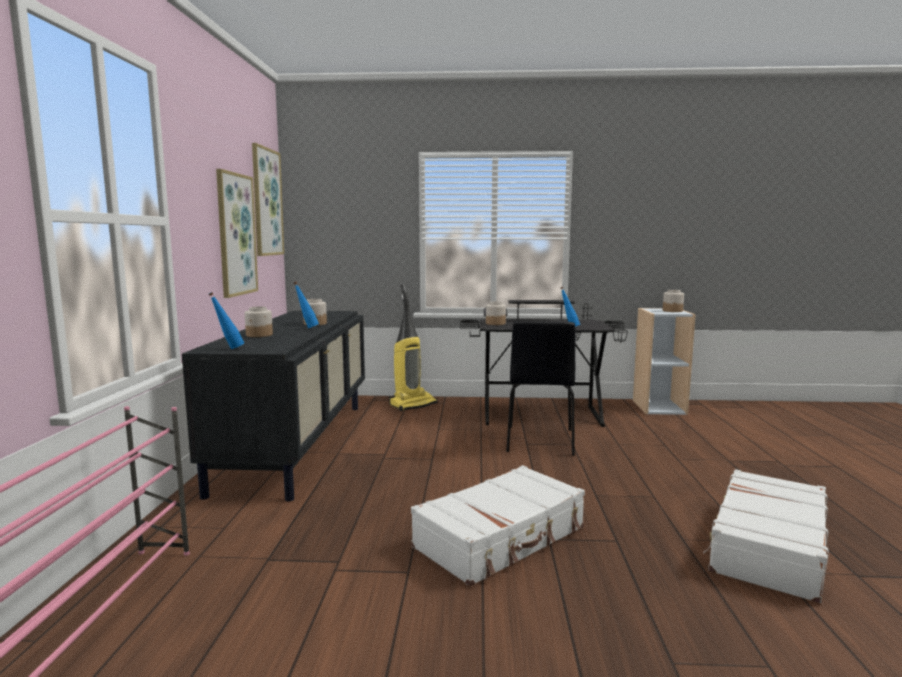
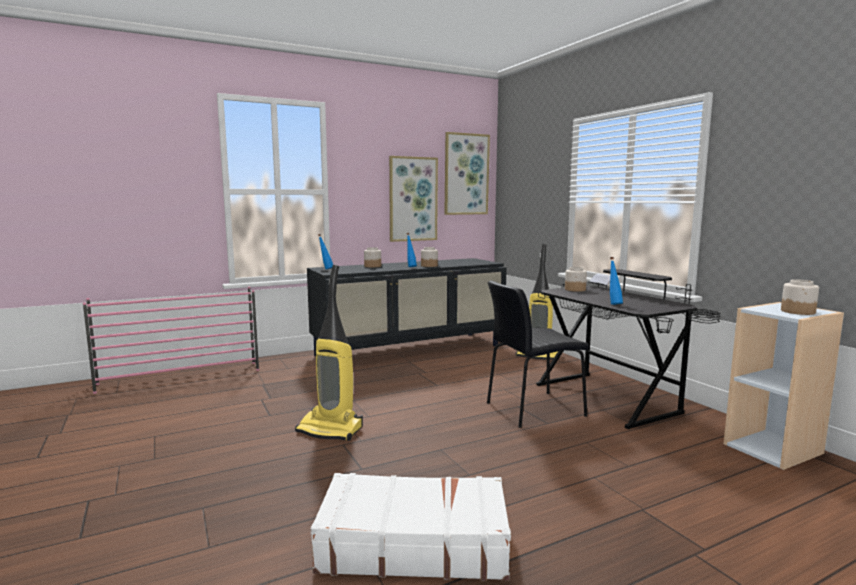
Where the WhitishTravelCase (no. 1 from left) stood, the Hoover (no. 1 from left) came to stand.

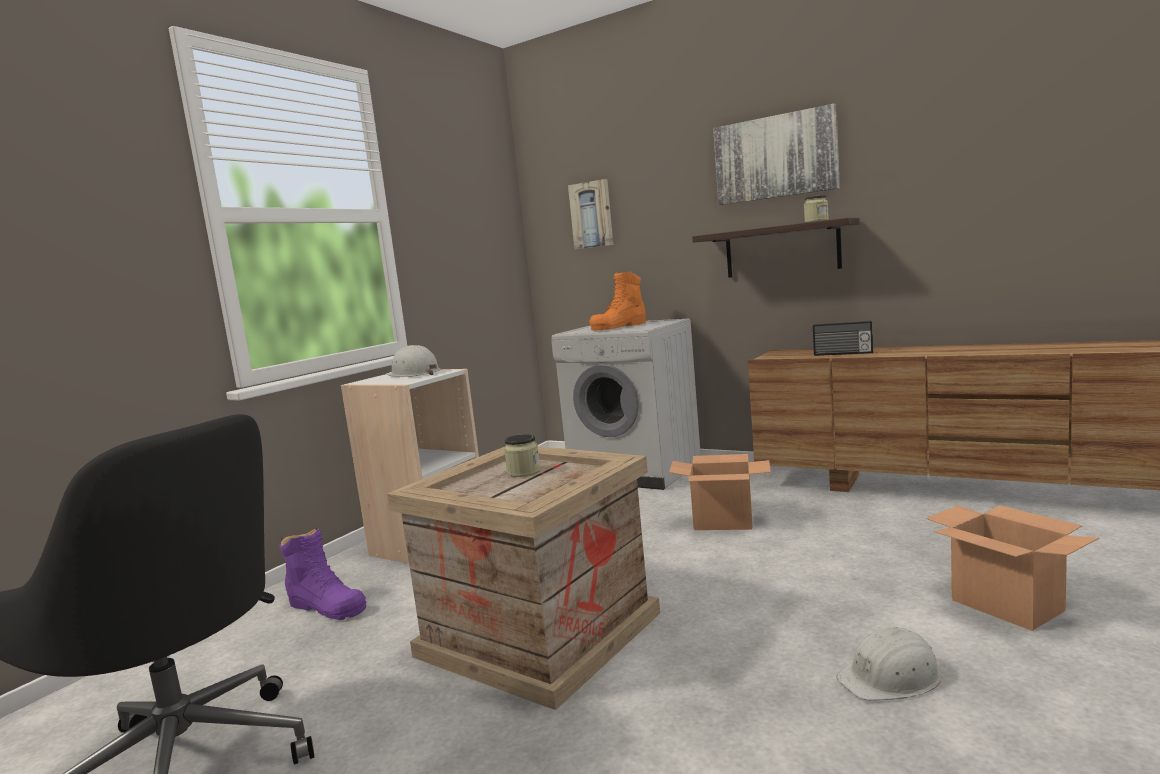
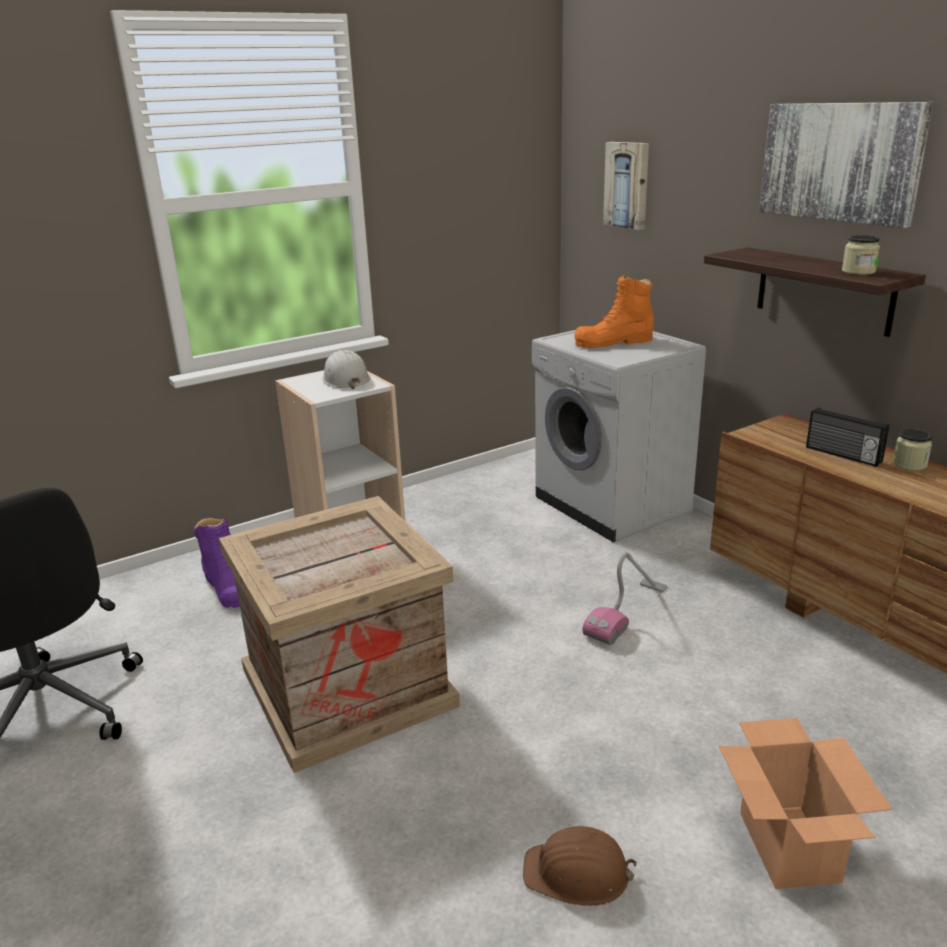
The StorageJar (no. 1 from left in the first image) ended up elsewhere. Where the PackingBox (no. 1 from left) stood, the Hoover came to stand. What was the WhitishWorkHelmet (no. 2 from left) turned into the BrownishWorkHelmet.

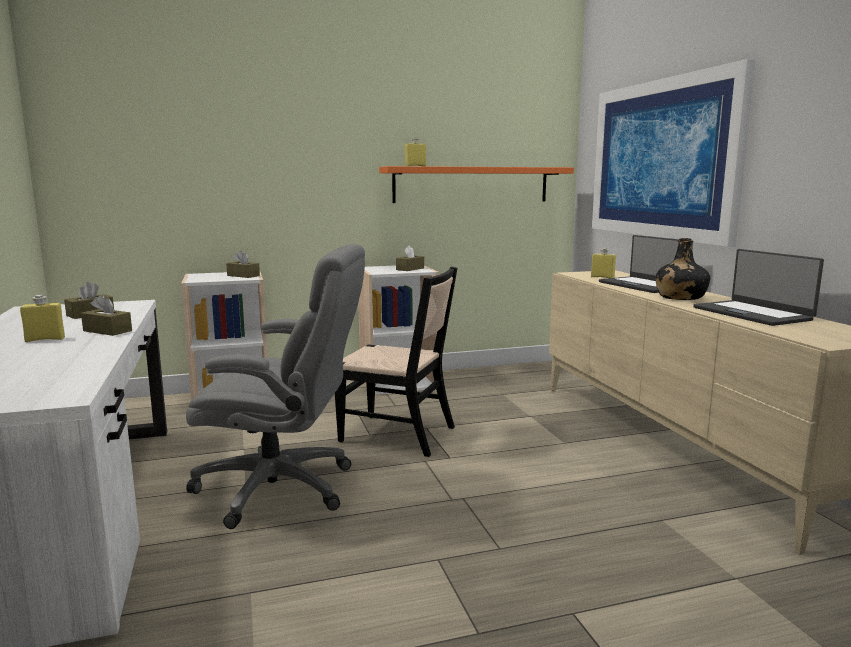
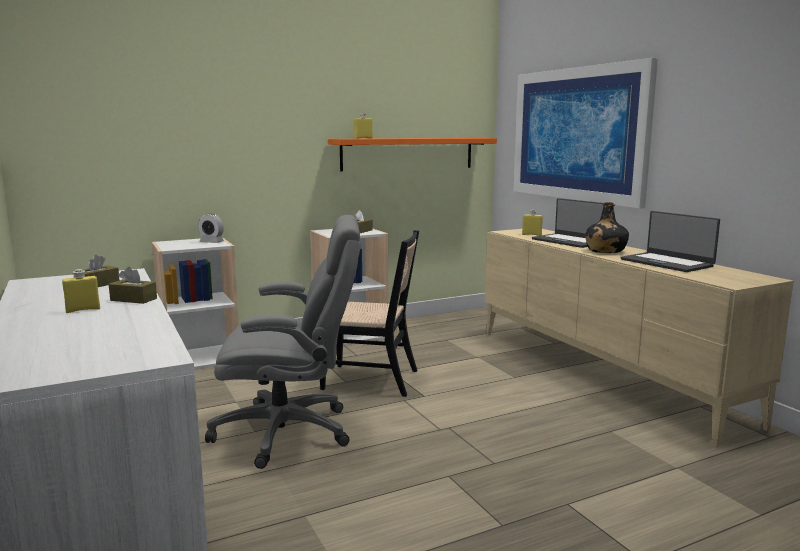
Where the BrownishTissueBox (no. 3 from left) stood, the BedsideClock came to stand.

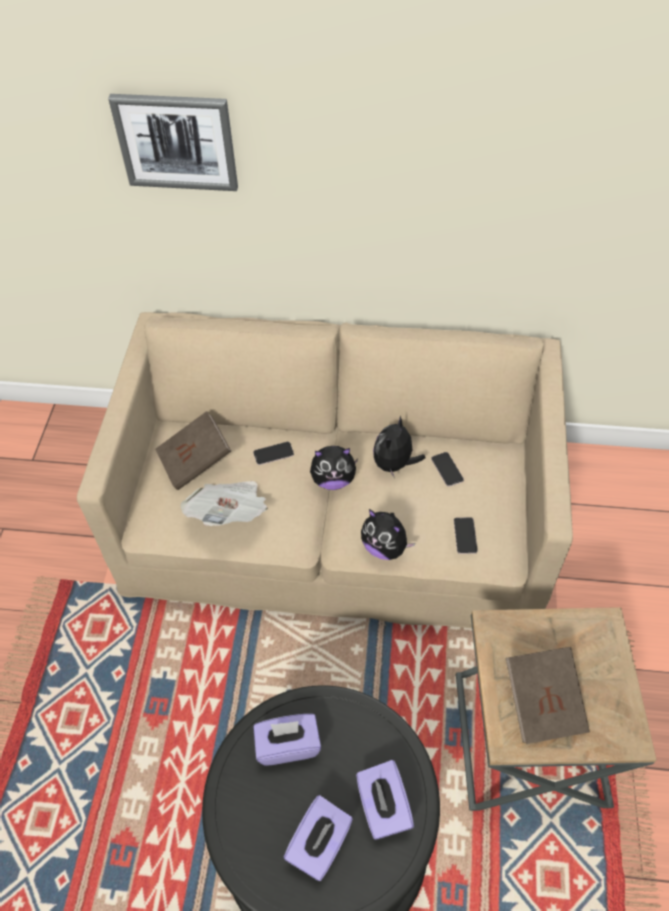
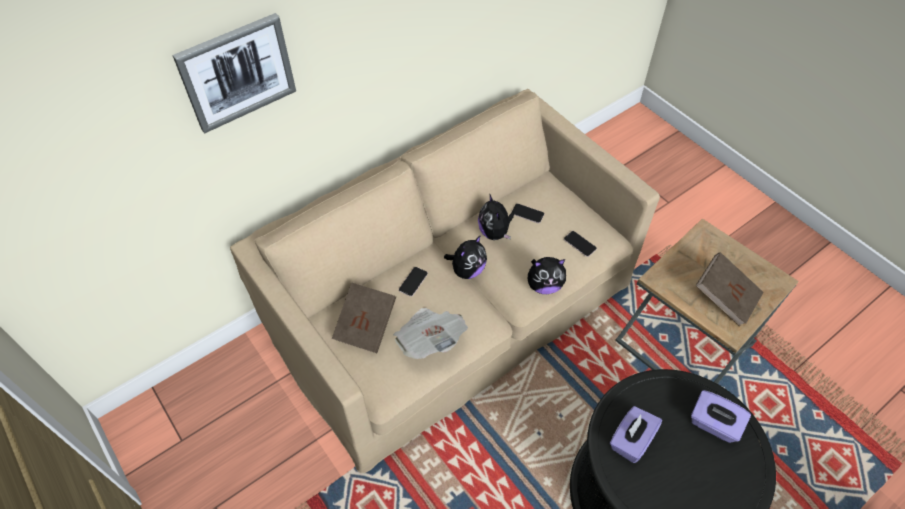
The second view lost the PurpleColouredTissueBox (no. 2 from left).

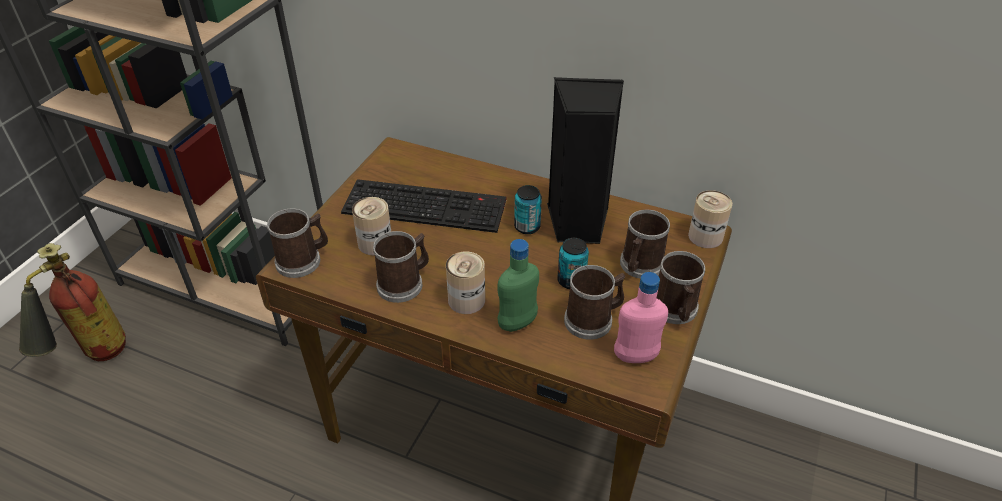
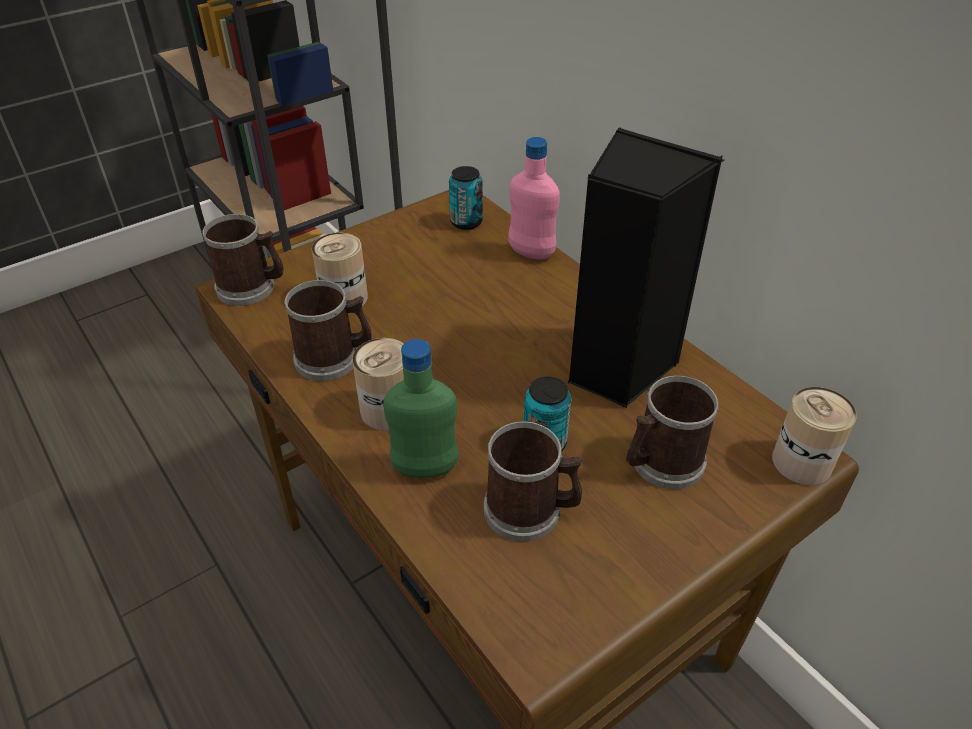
The second view lost the Keyboard. The Can (no. 3 from left) ended up elsewhere. The second view lost the Extinguisher. The second view lost the Mug (no. 5 from left). The PinkishDrinkBottle ended up elsewhere.

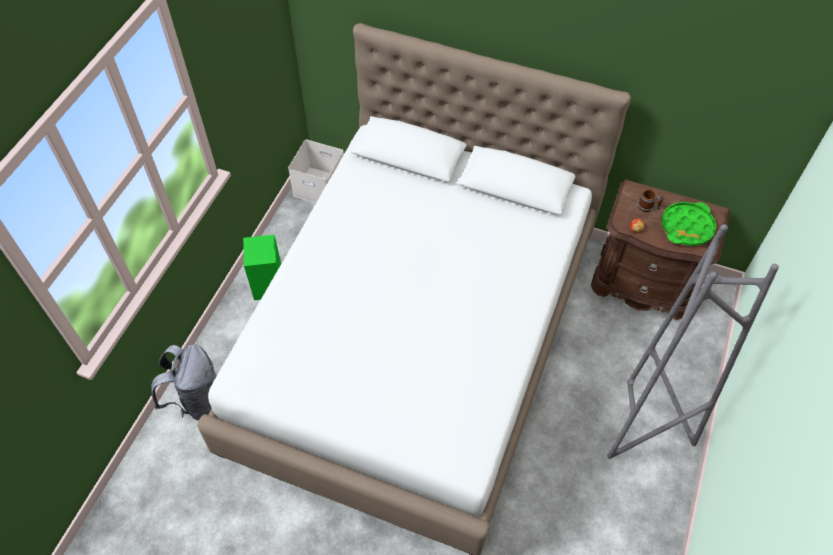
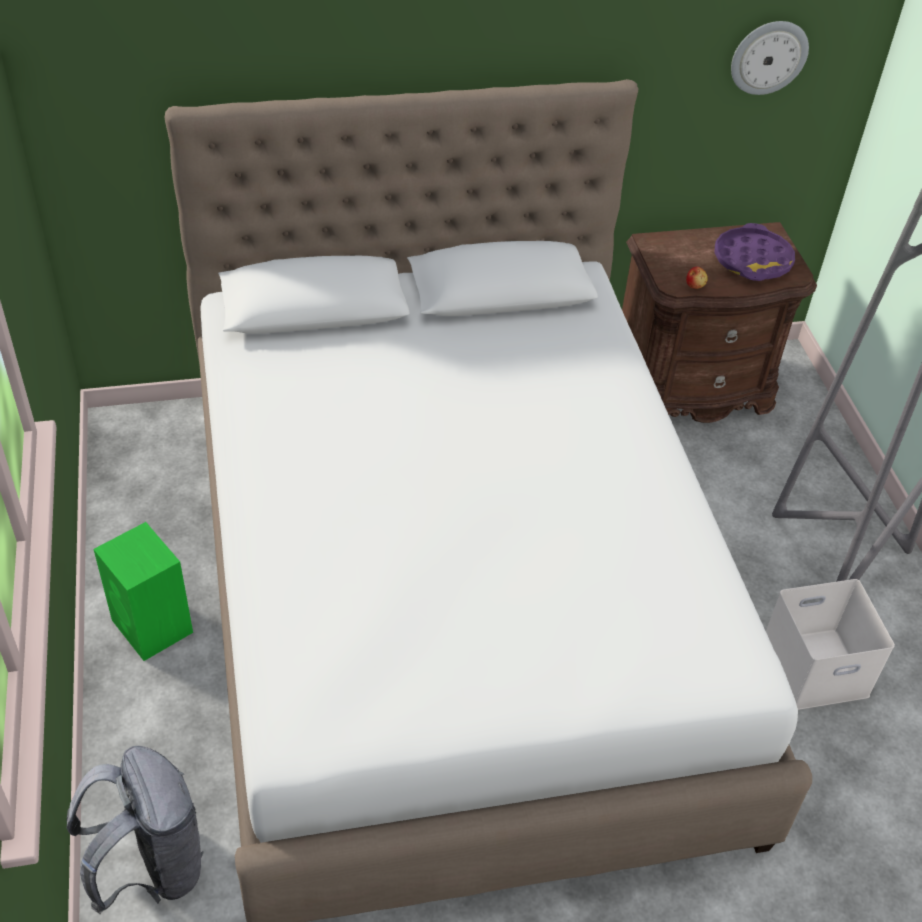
The WhitishStorageContainer ended up elsewhere. The second view lost the Mug. What was the GreenServingTray turned into the PurpleColouredServingTray. The second view gained the WallClock.

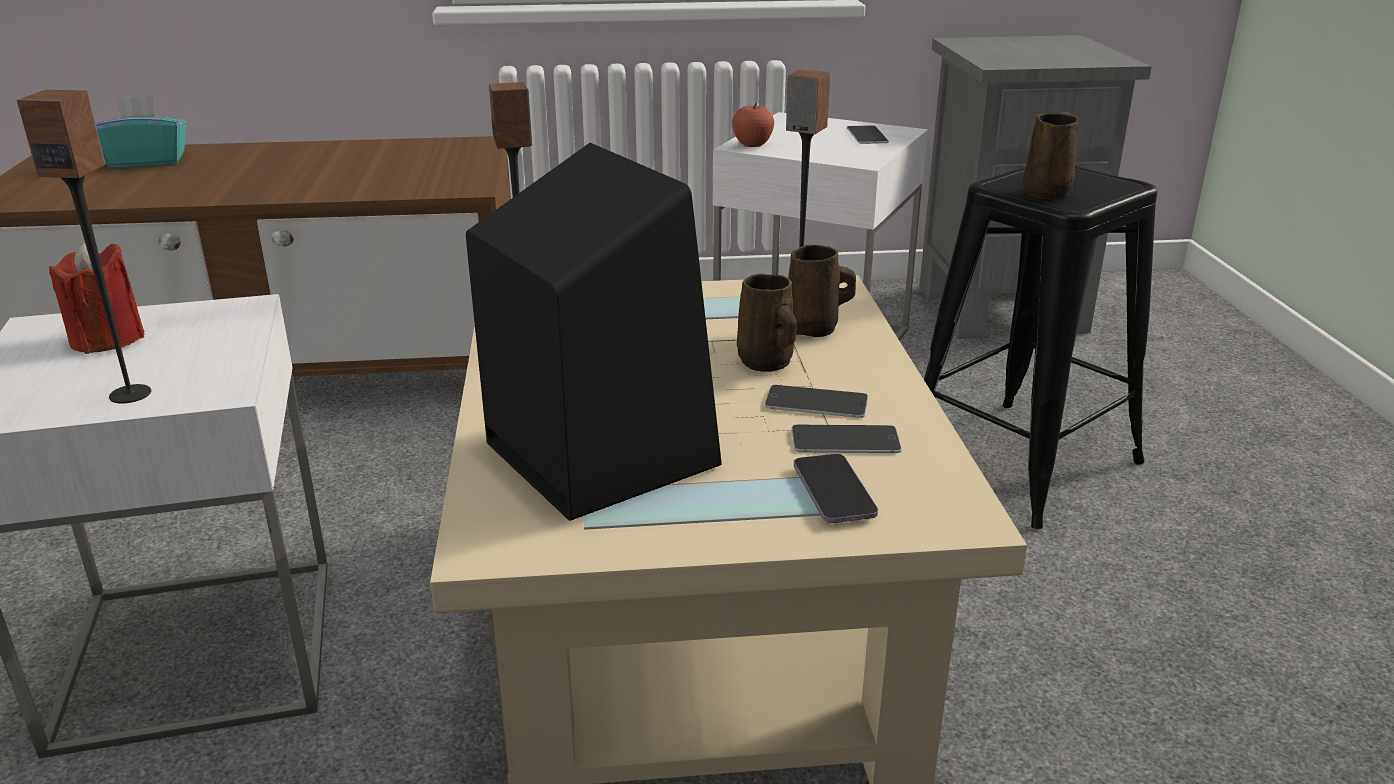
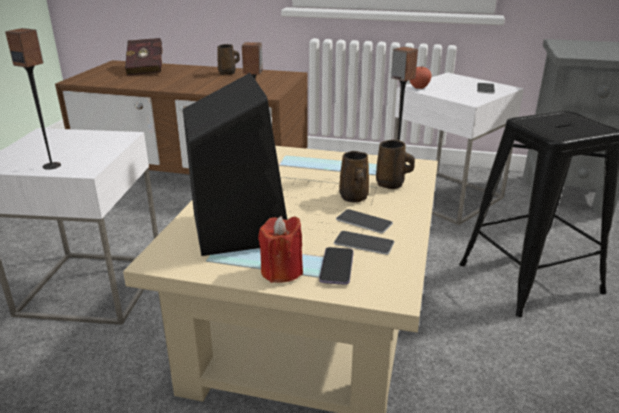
Where the TurquoiseColouredTissueBox stood, the ReddishBook came to stand. The BrownishMug (no. 3 from left in the first image) ended up elsewhere. The ReddishWaxLight ended up elsewhere.

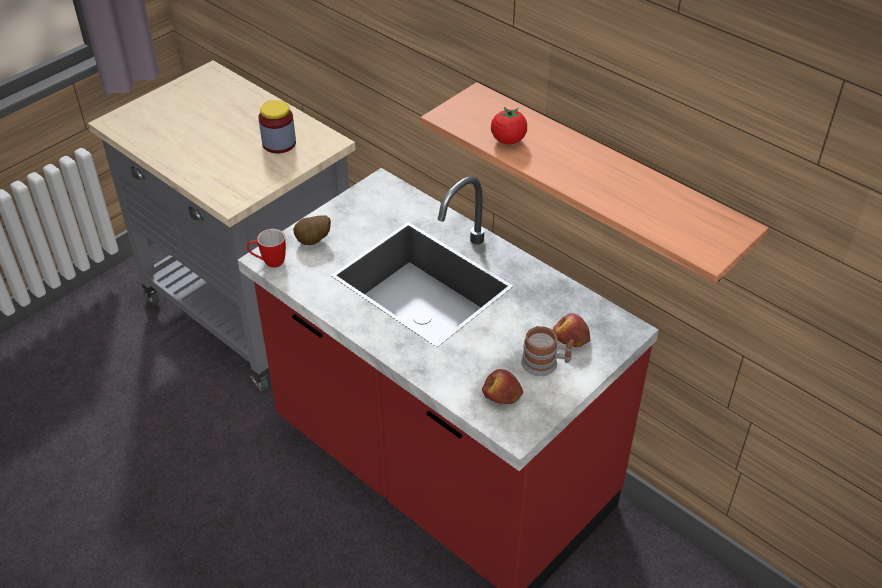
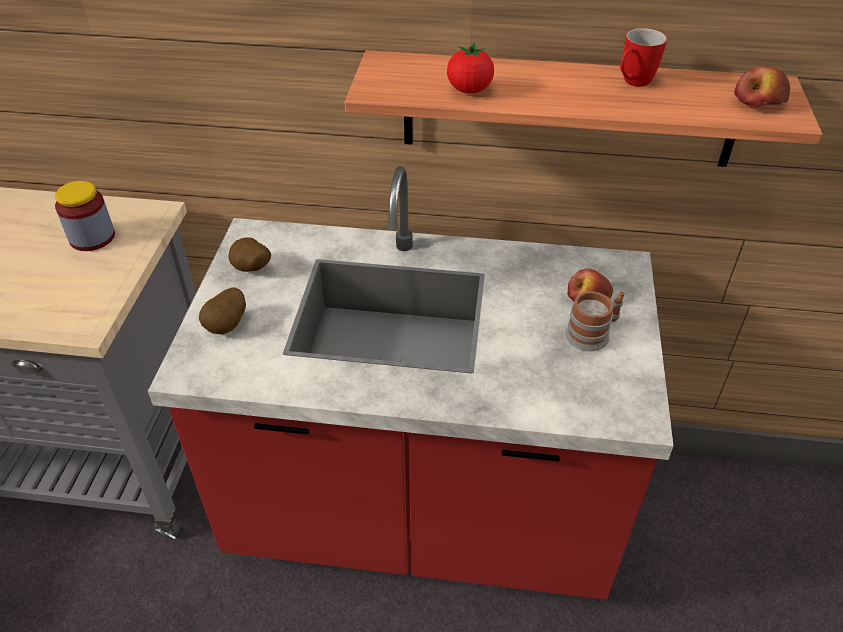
The Mug (no. 1 from left in the first image) ended up elsewhere. The Apple (no. 1 from left in the first image) ended up elsewhere. The second view gained the Potato (no. 2 from left).

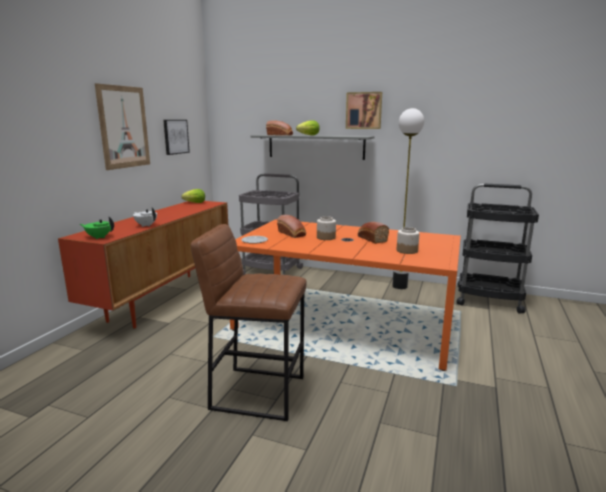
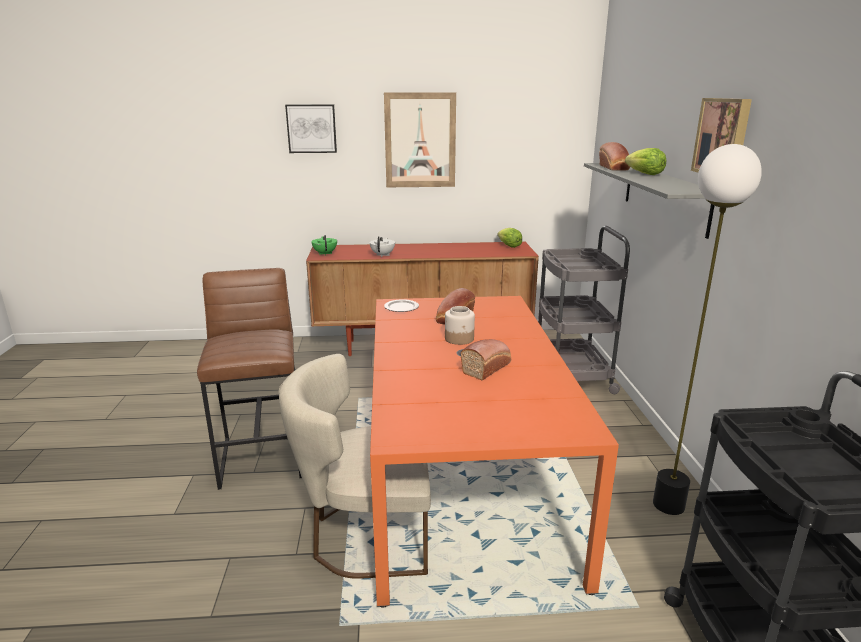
The WallArt (no. 2 from left in the first image) ended up elsewhere. The second view lost the StorageJar (no. 2 from left). The second view gained the BeigeColouredUprightChair.

